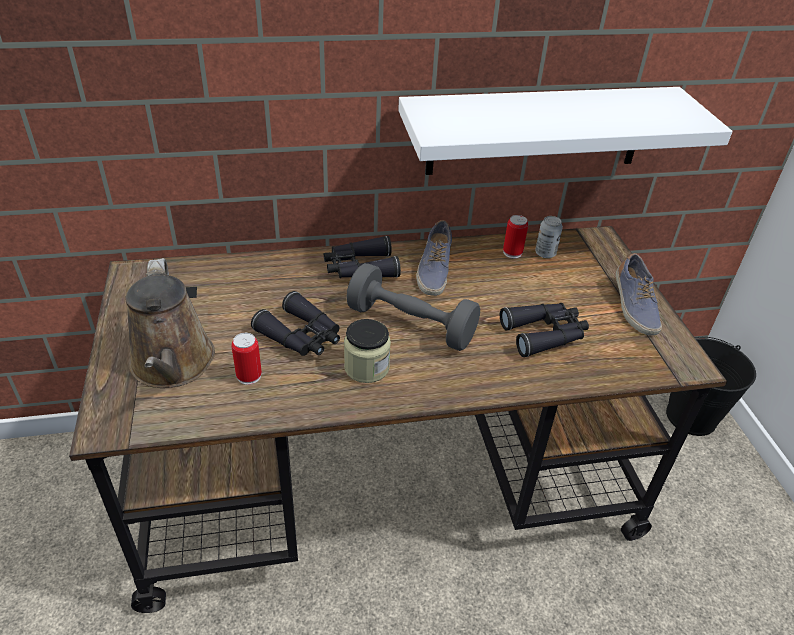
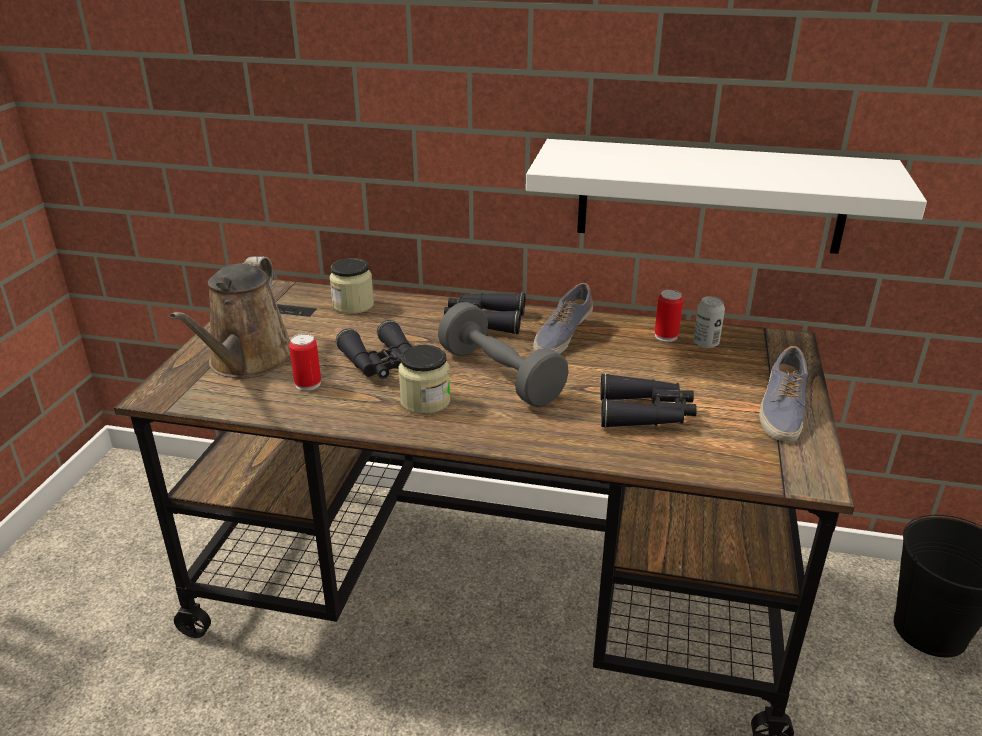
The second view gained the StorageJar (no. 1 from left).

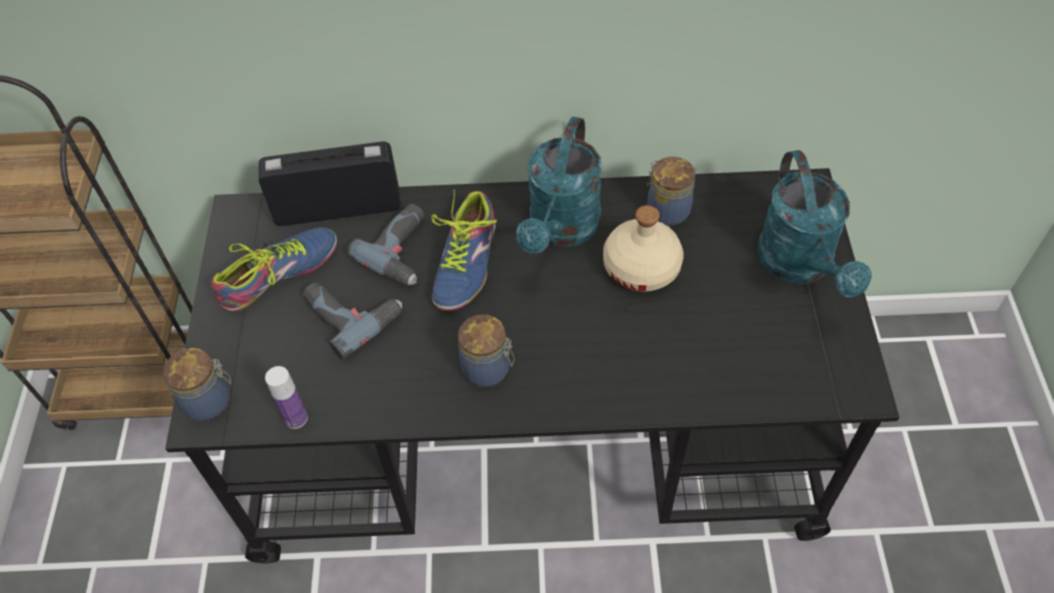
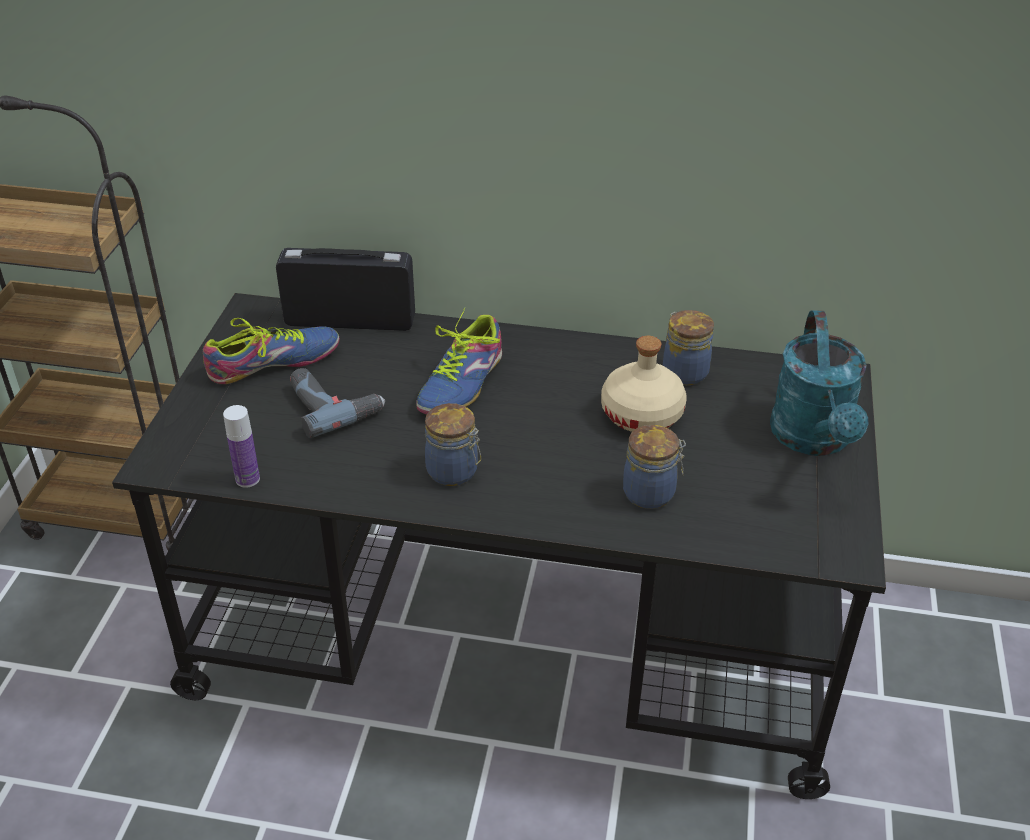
The second view lost the TurquoiseColouredWateringPot (no. 1 from left). The second view lost the ElectricDrill (no. 2 from left). The StorageJar (no. 1 from left in the first image) ended up elsewhere.

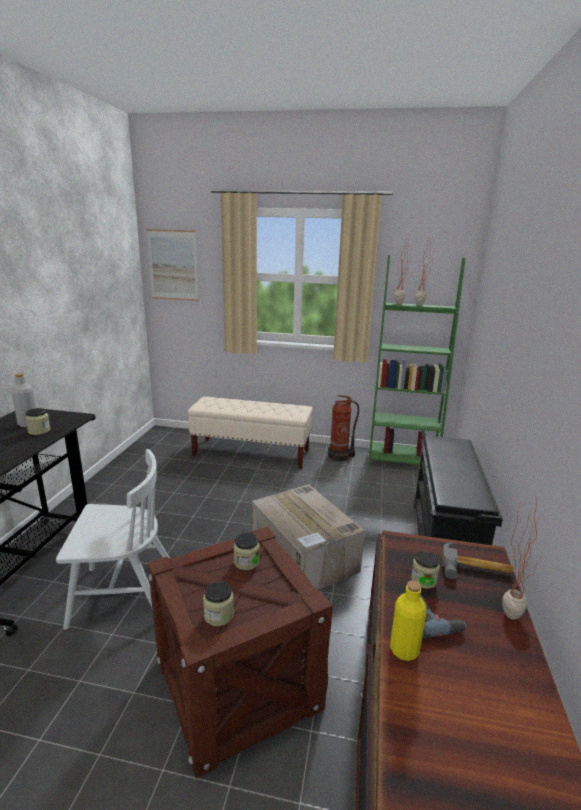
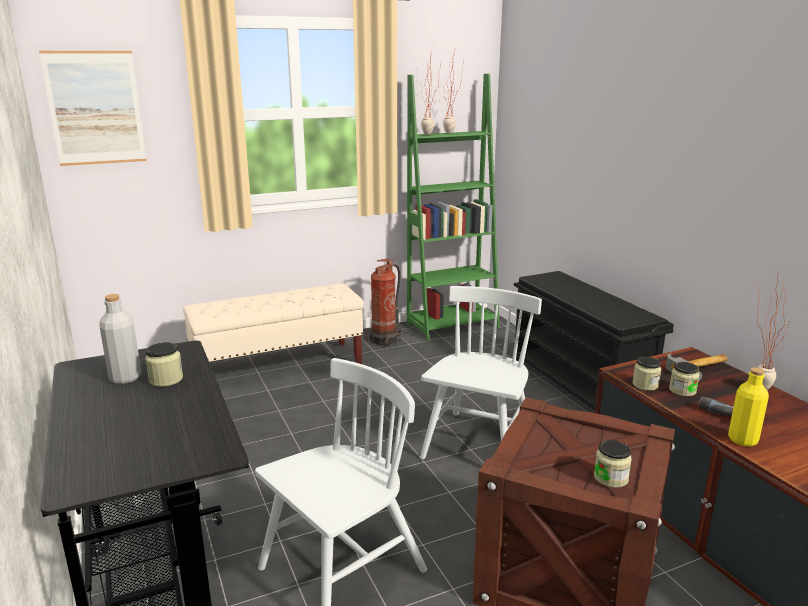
Where the PackingBox stood, the WhitishUprightChair (no. 2 from left) came to stand. The StorageJar (no. 3 from left) ended up elsewhere.

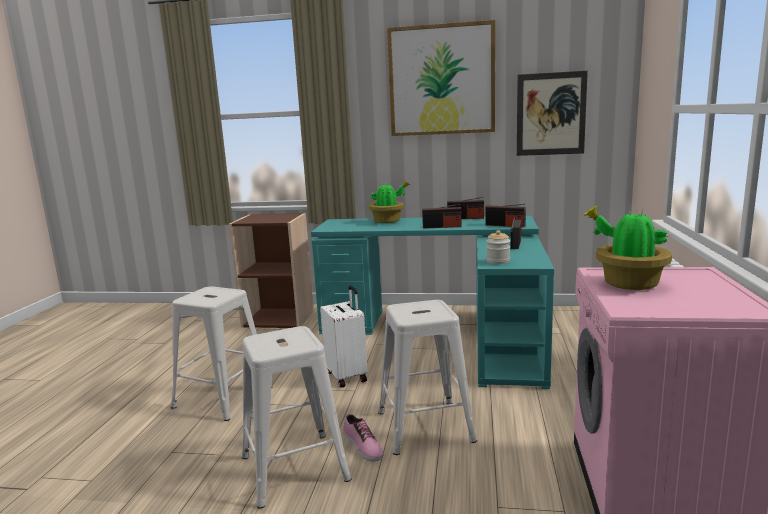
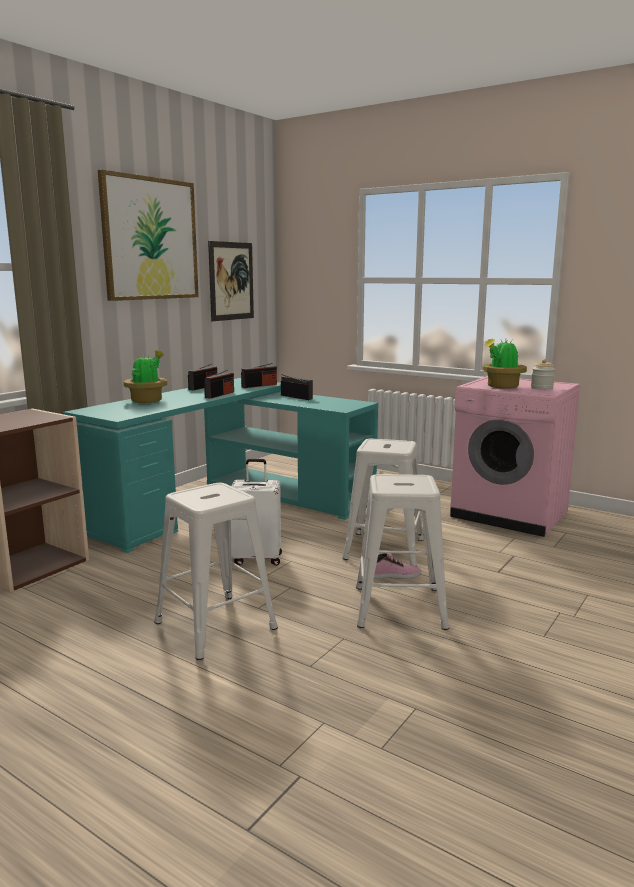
The StorageJar ended up elsewhere.

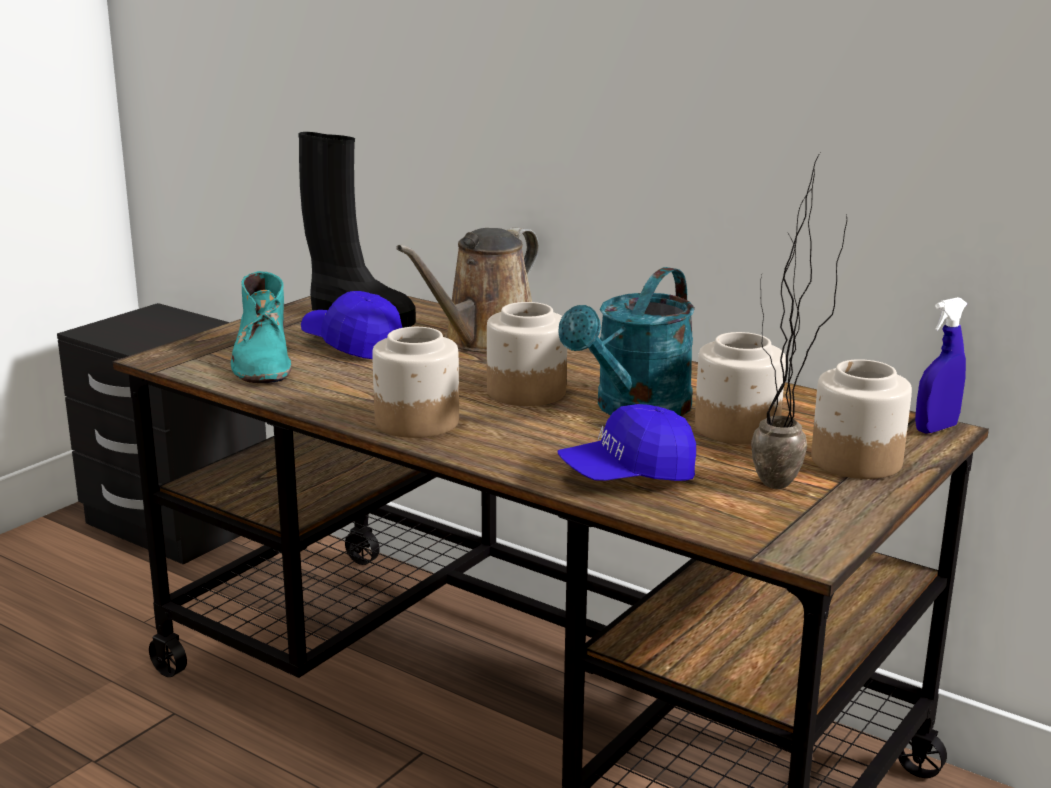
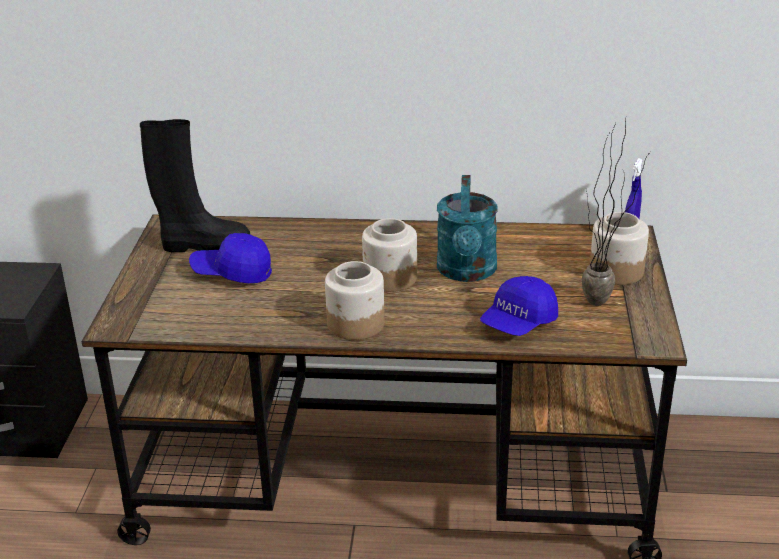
The second view lost the BrownishWateringPot. The second view lost the TurquoiseColouredTallBoot. The second view lost the StorageJar (no. 3 from left).

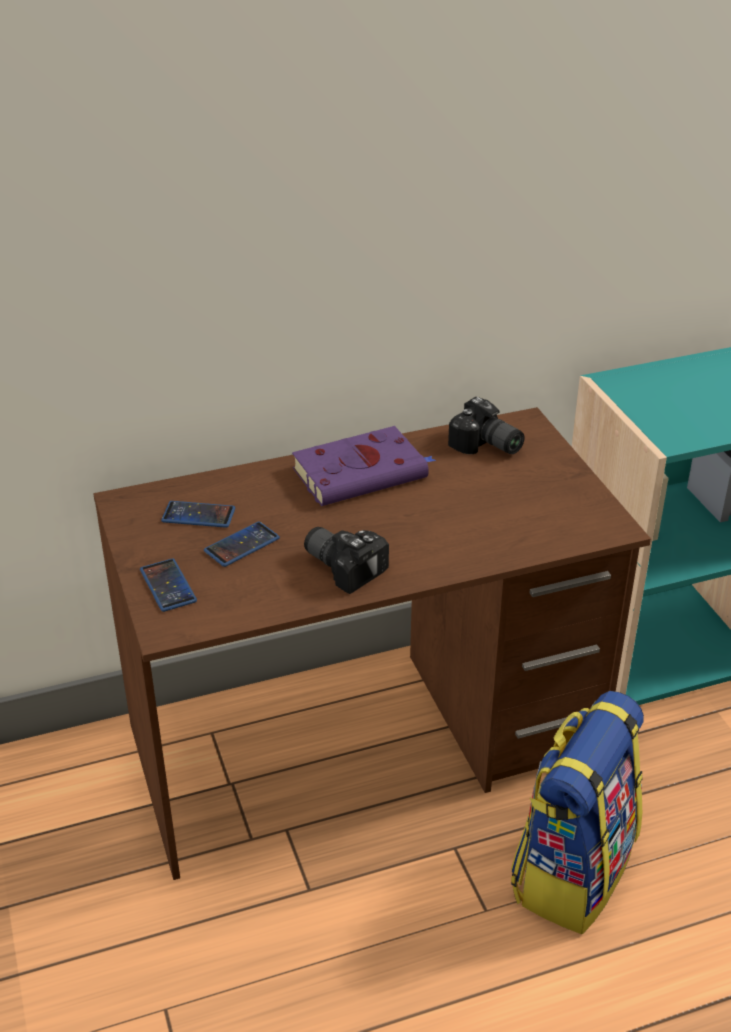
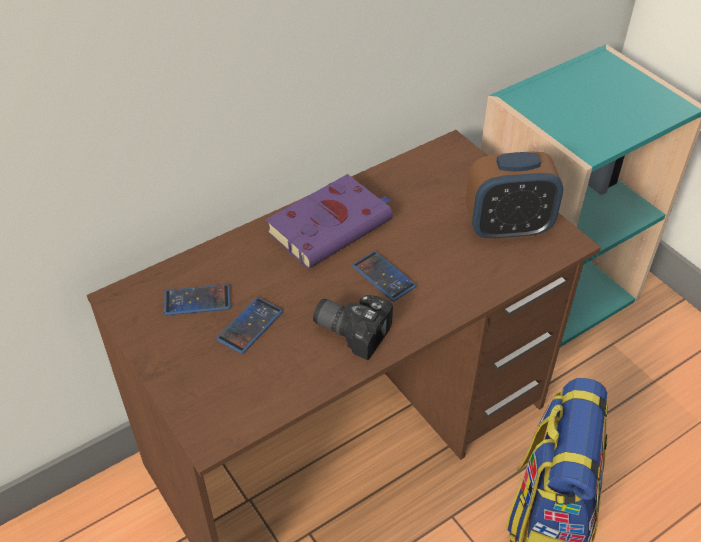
The second view lost the PhotoCamera (no. 2 from left). The Phone (no. 1 from left in the first image) ended up elsewhere. The second view gained the BedsideClock.

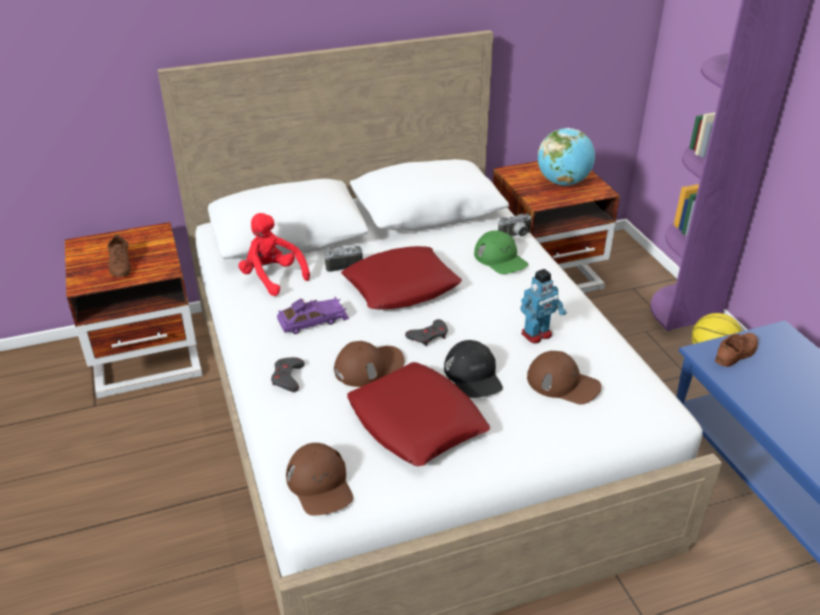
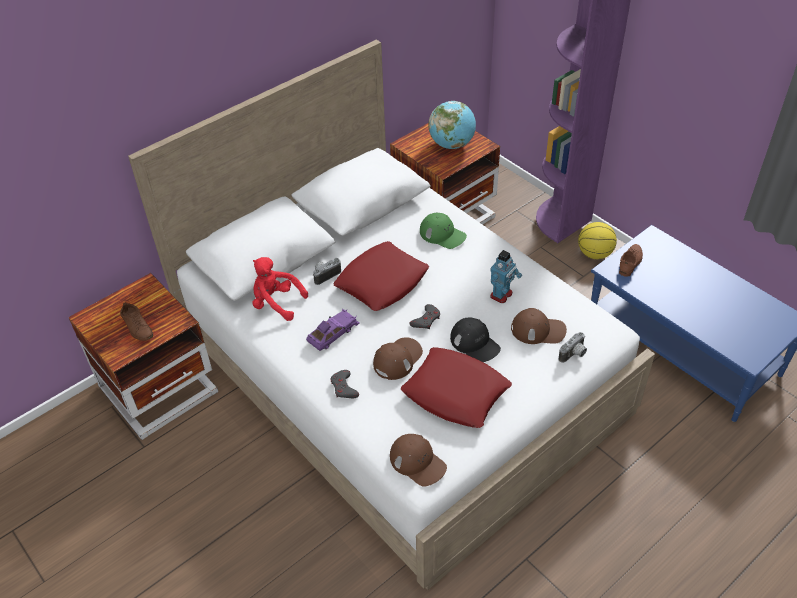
The PhotoCamera (no. 2 from left) ended up elsewhere.

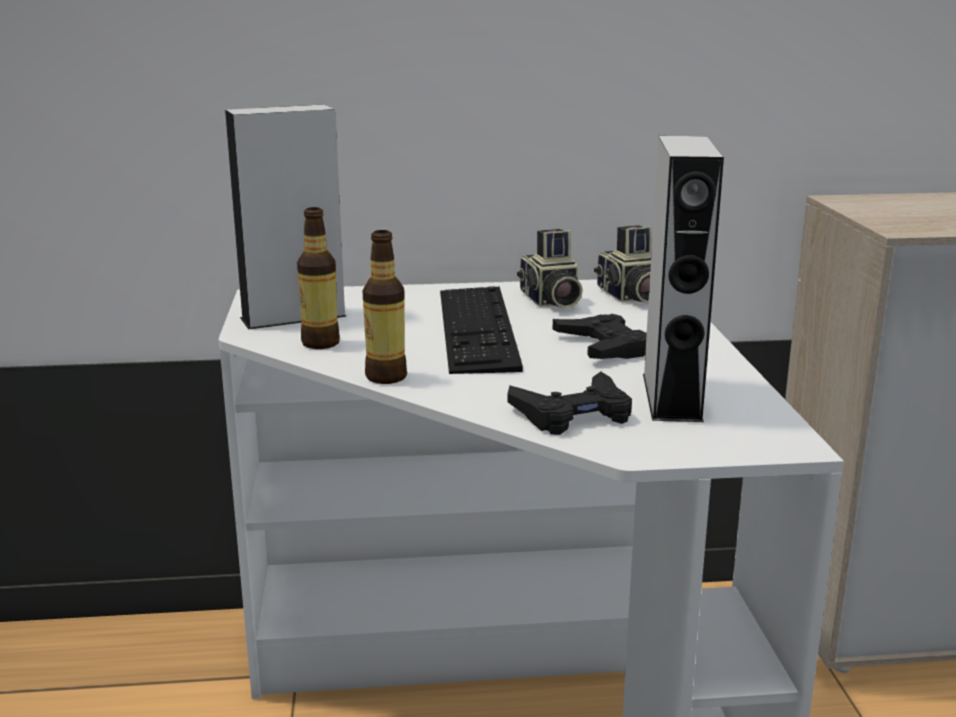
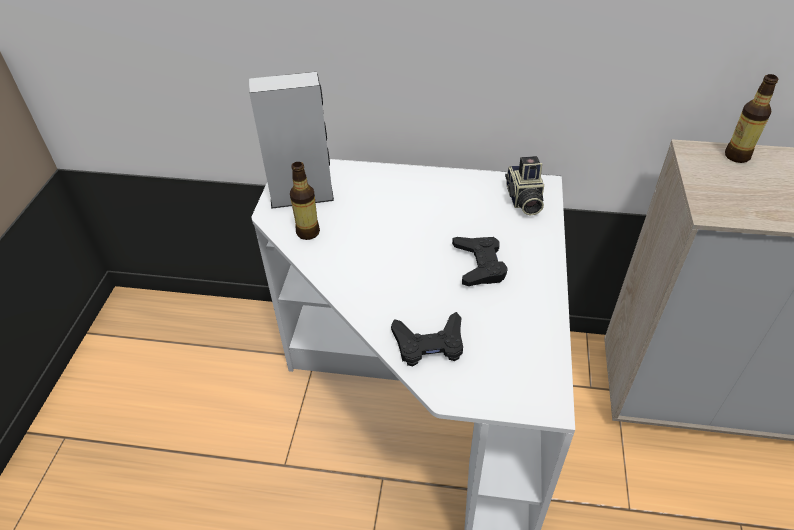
The second view lost the GreyishAudioSpeaker (no. 2 from left). The second view lost the PhotoCamera (no. 1 from left). The DrinkBottle (no. 2 from left) ended up elsewhere. The second view lost the Keyboard.

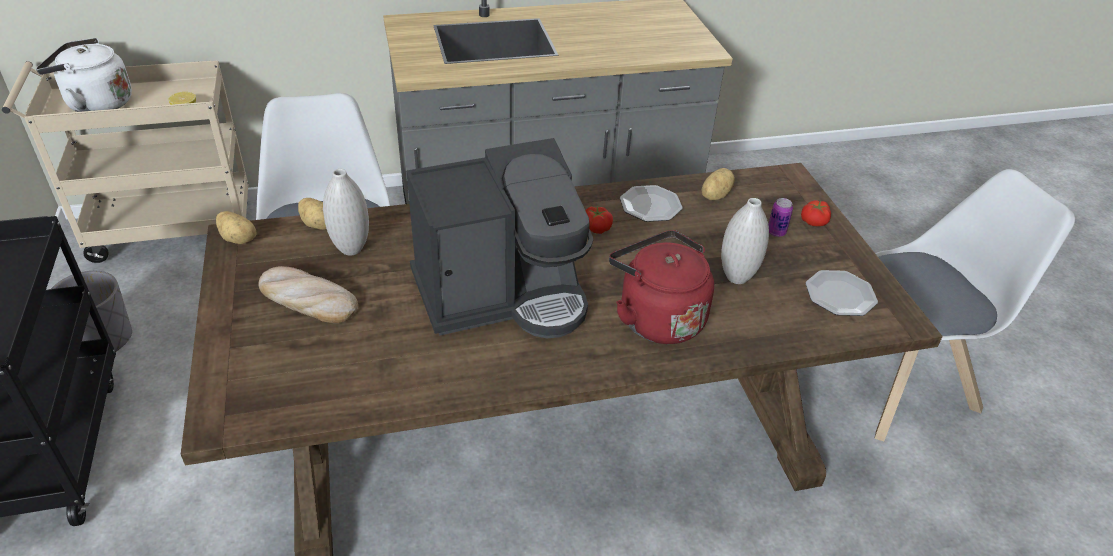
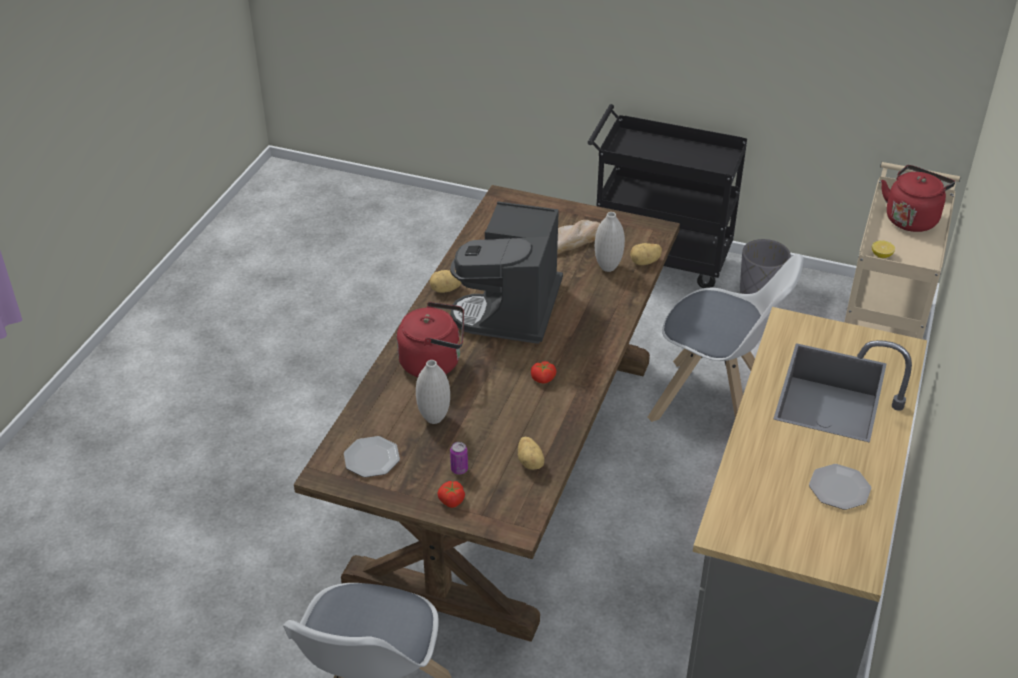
What was the WhitishWaterKettle turned into the ReddishWaterKettle (no. 2 from left). The Plate (no. 1 from left in the first image) ended up elsewhere. The Potato (no. 1 from left) ended up elsewhere.

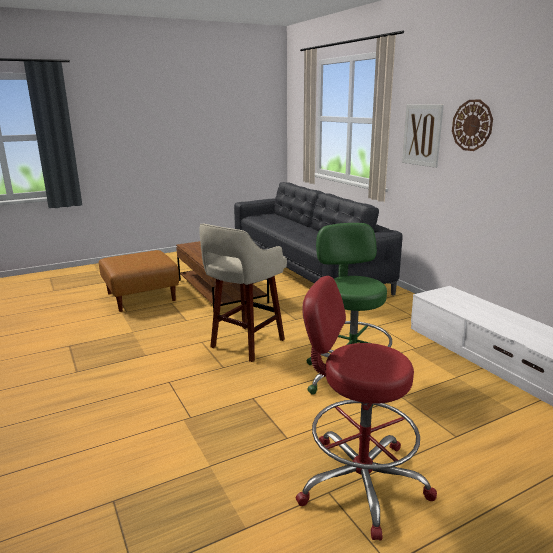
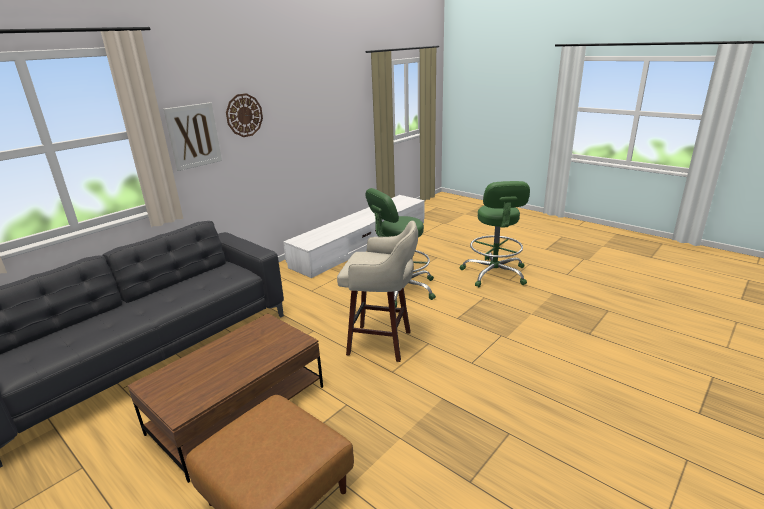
What was the ReddishSittingStool turned into the GreenSittingStool (no. 2 from left).

